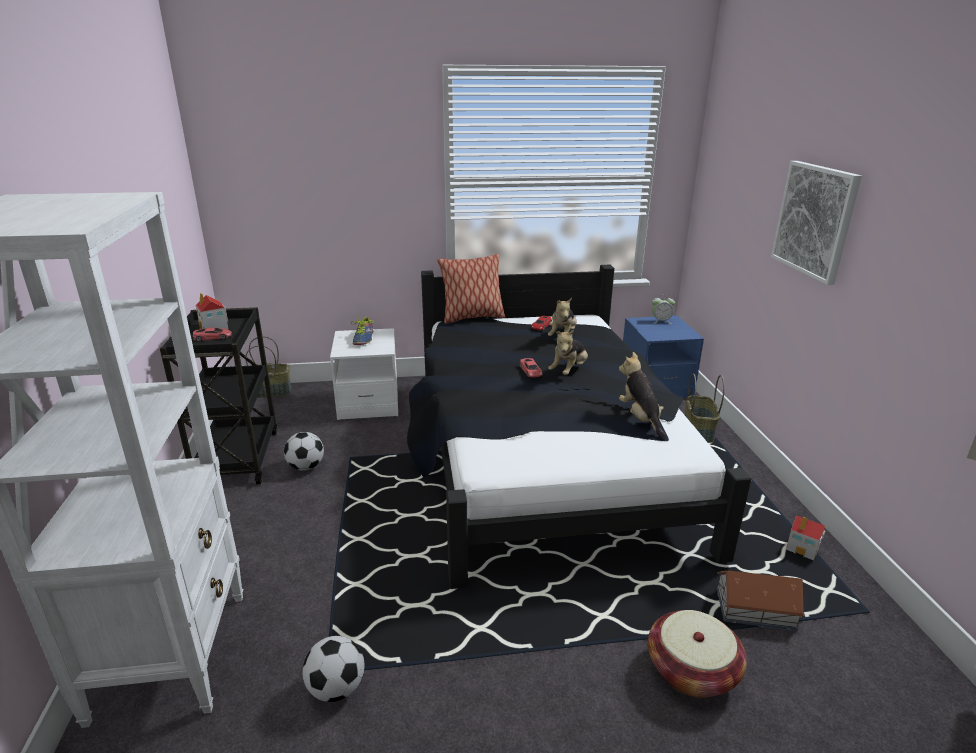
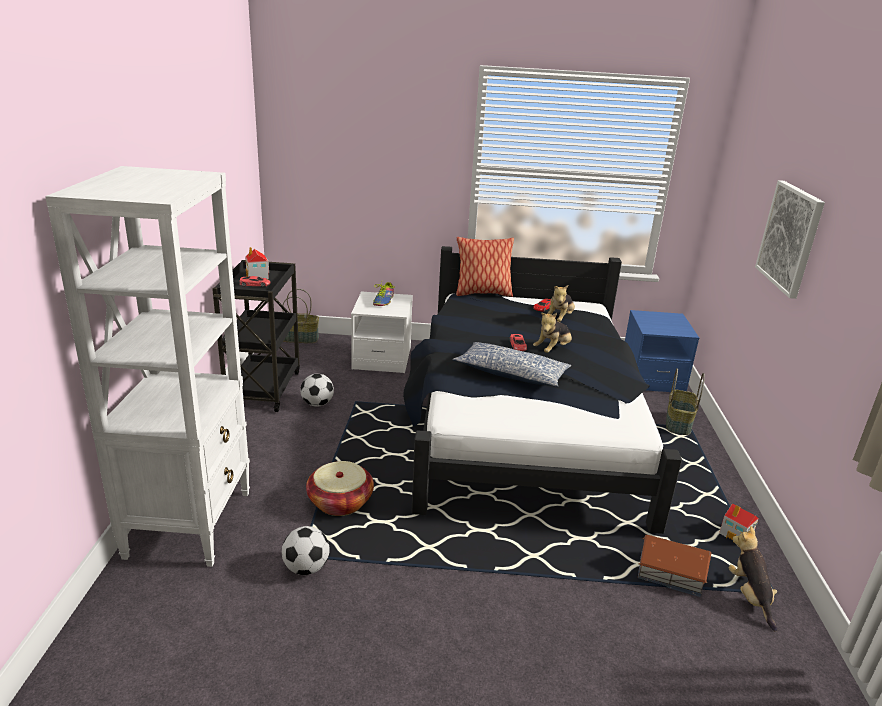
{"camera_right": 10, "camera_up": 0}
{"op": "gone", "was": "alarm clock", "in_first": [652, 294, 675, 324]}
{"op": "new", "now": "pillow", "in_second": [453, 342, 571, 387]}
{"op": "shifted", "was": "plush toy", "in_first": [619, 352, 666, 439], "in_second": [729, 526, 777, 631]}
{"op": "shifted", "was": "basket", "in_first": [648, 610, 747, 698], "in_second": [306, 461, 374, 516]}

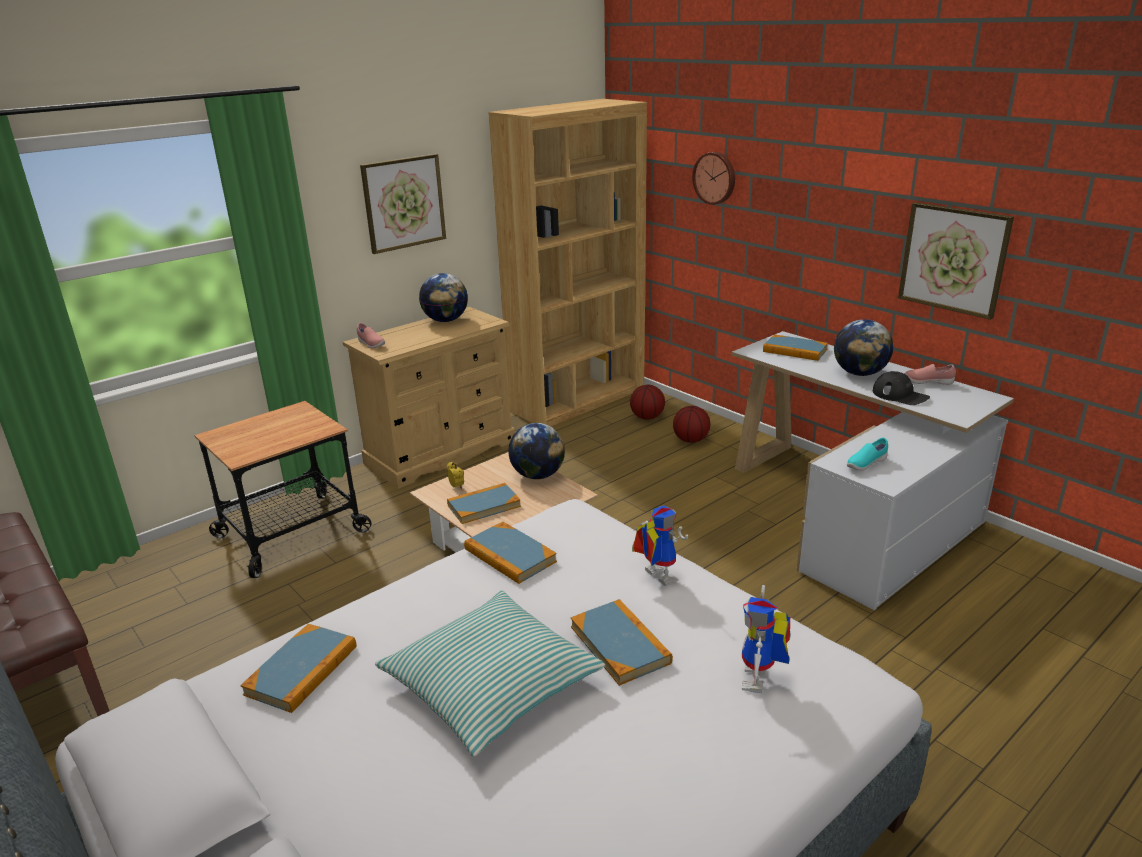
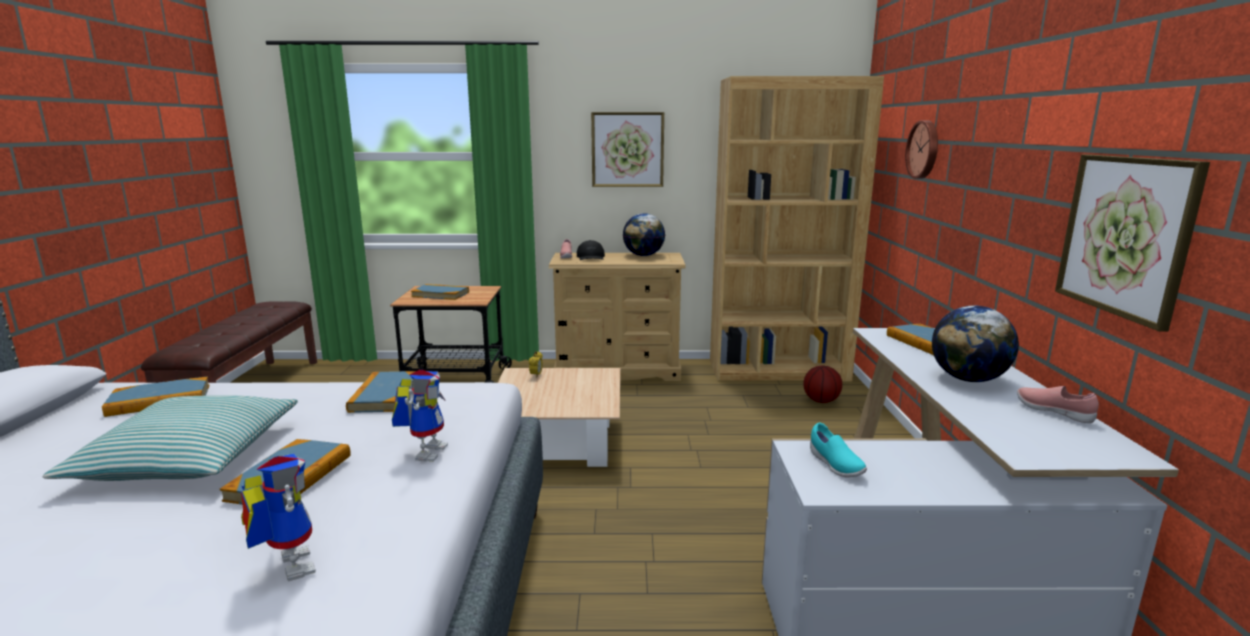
{"camera_right": 40, "camera_up": -10}
{"op": "gone", "was": "globe", "in_first": [508, 423, 565, 479]}
{"op": "gone", "was": "basketball", "in_first": [673, 406, 710, 443]}
{"op": "shifted", "was": "book", "in_first": [447, 483, 521, 524], "in_second": [411, 284, 469, 300]}
{"op": "shifted", "was": "black cap", "in_first": [873, 371, 930, 405], "in_second": [577, 240, 605, 260]}
{"op": "rotated", "was": "toy robot", "in_first": [742, 585, 791, 693], "in_second": [241, 453, 316, 581], "clockwise": 90}
{"op": "rotated", "was": "turquoise shoe", "in_first": [847, 438, 888, 471], "in_second": [810, 423, 867, 477], "clockwise": -120}

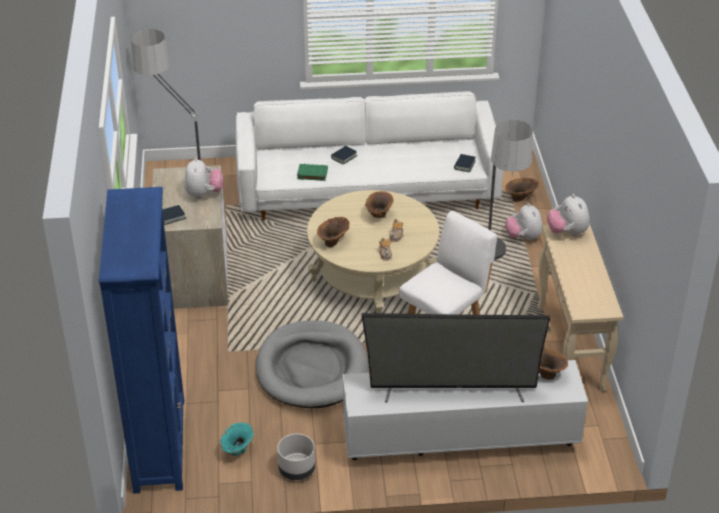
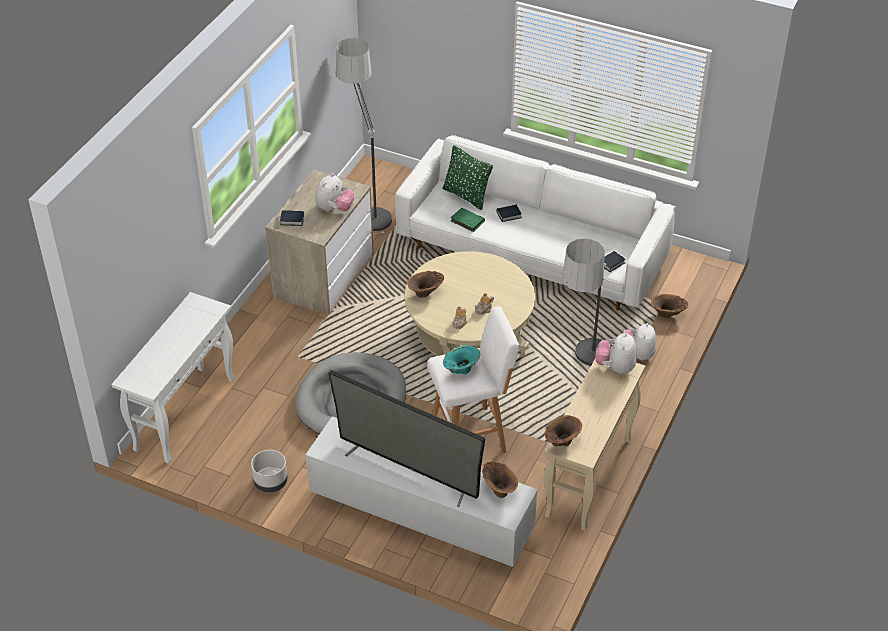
{"camera_right": 30, "camera_up": 5}
{"op": "new", "now": "green pillow", "in_second": [442, 145, 493, 210]}
{"op": "shifted", "was": "turquoise vase", "in_first": [220, 423, 254, 456], "in_second": [443, 345, 480, 375]}
{"op": "shifted", "was": "brown vase", "in_first": [365, 191, 394, 218], "in_second": [545, 415, 582, 446]}
{"op": "swapped", "was": "blue bookcase", "now": "white console table", "in_first": [99, 187, 184, 494], "in_second": [111, 292, 235, 464]}

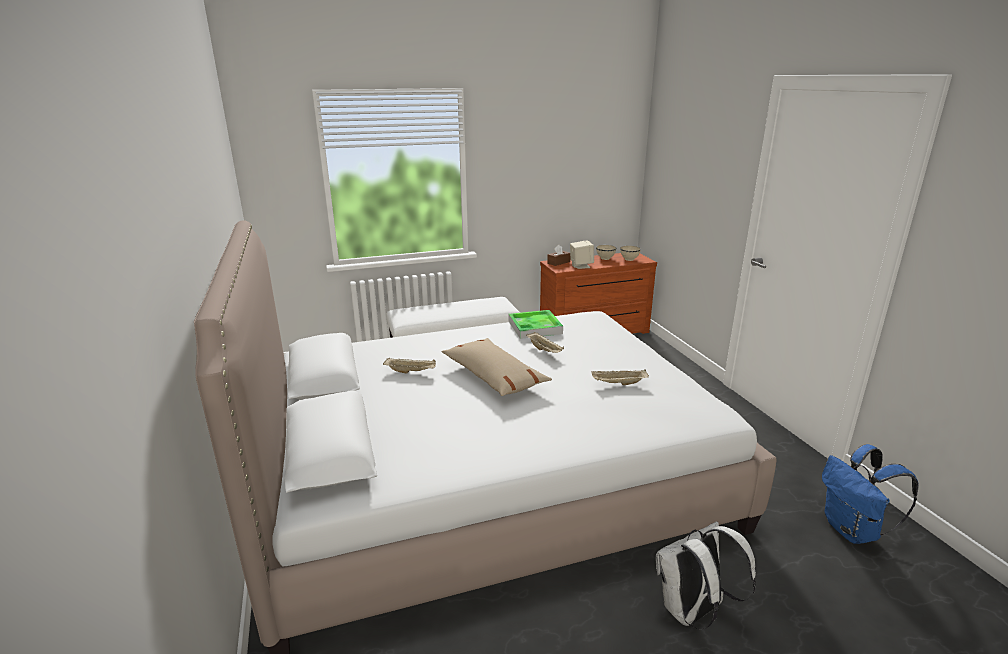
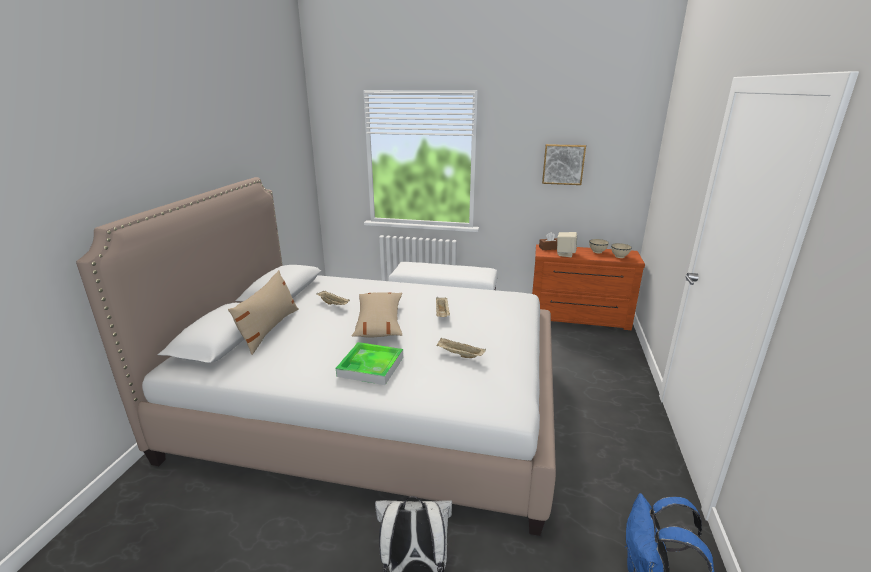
{"camera_right": 30, "camera_up": 0}
{"op": "new", "now": "beige pillow", "in_second": [228, 270, 299, 355]}
{"op": "new", "now": "picture", "in_second": [542, 144, 586, 185]}
{"op": "shifted", "was": "tray", "in_first": [509, 310, 563, 339], "in_second": [336, 342, 403, 385]}

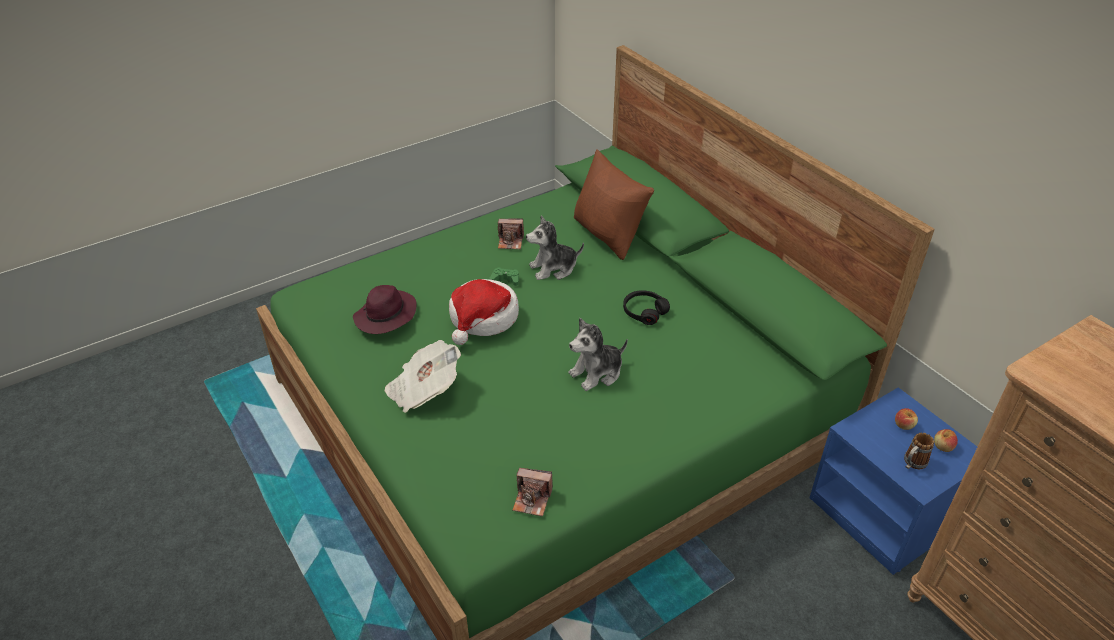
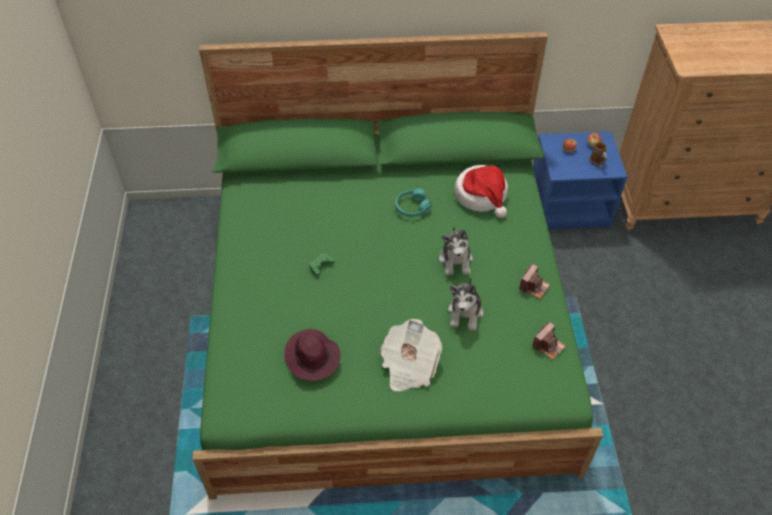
{"camera_right": -60, "camera_up": 10}
{"op": "gone", "was": "brown pillow", "in_first": [574, 150, 654, 260]}
{"op": "shifted", "was": "hat", "in_first": [449, 279, 519, 345], "in_second": [455, 165, 508, 218]}
{"op": "shifted", "was": "photo camera", "in_first": [498, 218, 524, 249], "in_second": [519, 263, 550, 299]}
{"op": "shifted", "was": "plush toy", "in_first": [526, 215, 584, 280], "in_second": [448, 277, 483, 331]}
{"op": "repainted", "was": "black headphones", "now": "turquoise headphones", "in_first": [623, 290, 670, 325], "in_second": [395, 189, 432, 217]}

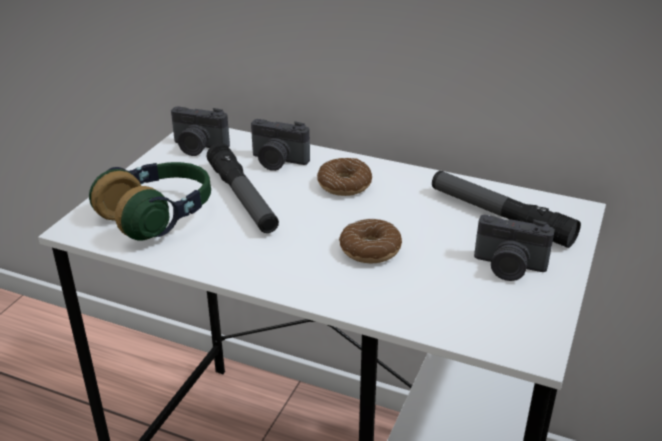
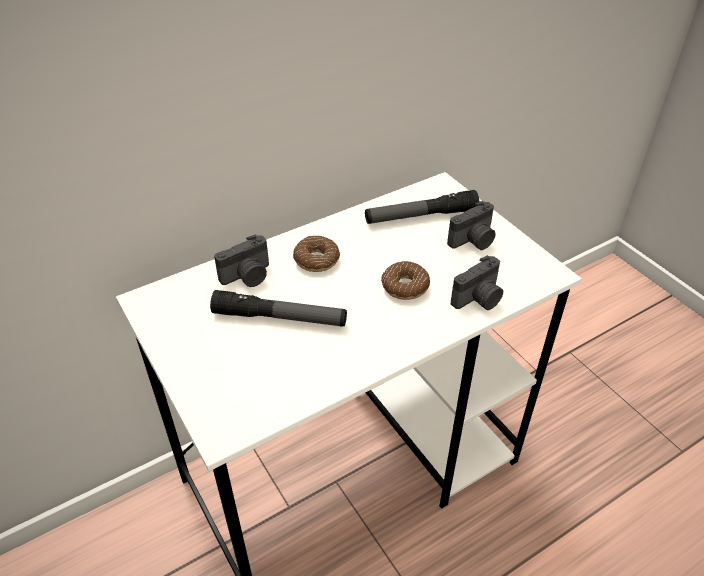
{"camera_right": -55, "camera_up": 10}
{"op": "gone", "was": "headphones", "in_first": [89, 162, 211, 241]}
{"op": "shifted", "was": "photo camera", "in_first": [171, 107, 230, 156], "in_second": [451, 255, 503, 310]}

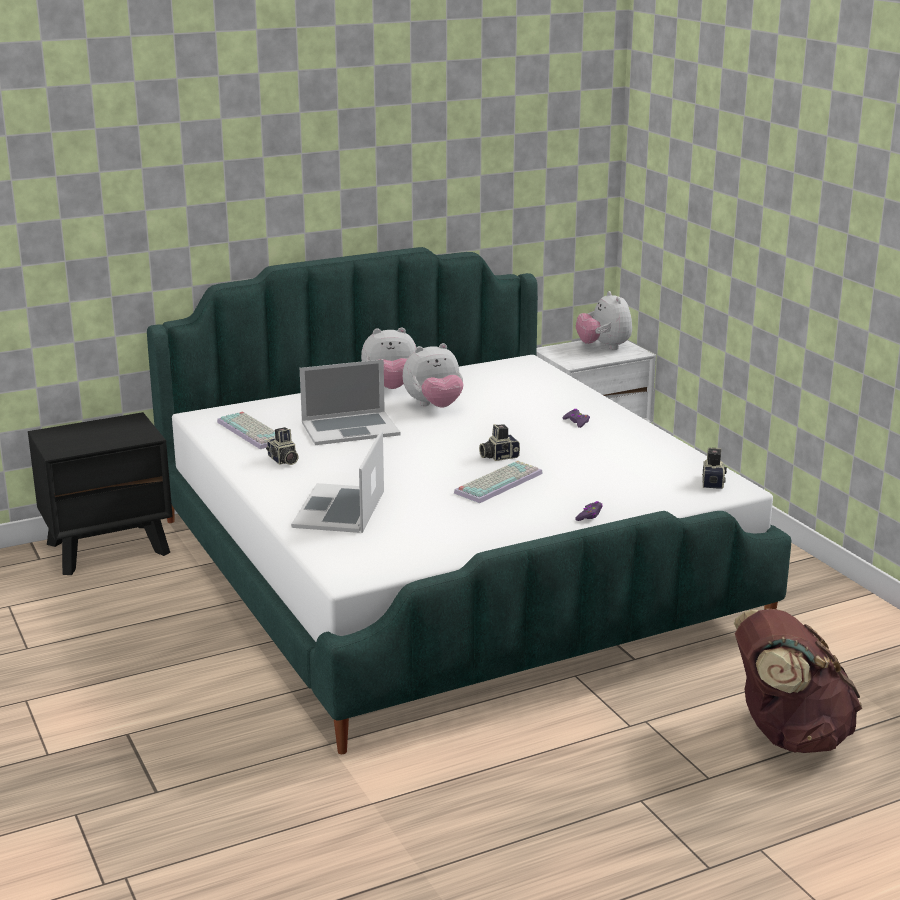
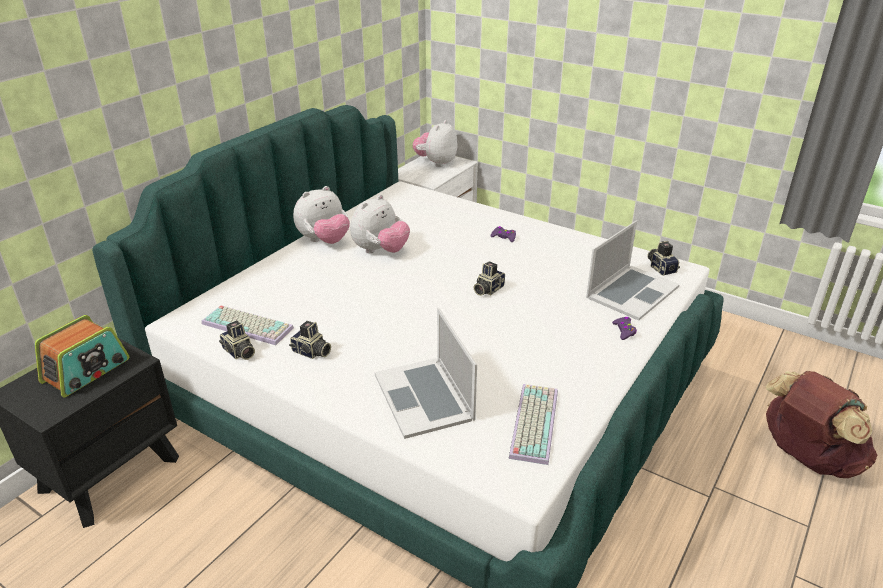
{"camera_right": -30, "camera_up": 10}
{"op": "new", "now": "radio", "in_second": [35, 315, 129, 398]}
{"op": "new", "now": "photo camera", "in_second": [219, 320, 255, 360]}
{"op": "shifted", "was": "laptop", "in_first": [300, 359, 400, 445], "in_second": [586, 220, 680, 321]}
{"op": "shifted", "was": "keyboard", "in_first": [454, 460, 543, 503], "in_second": [508, 384, 558, 465]}
{"op": "rotated", "was": "plush toy", "in_first": [576, 291, 632, 350], "in_second": [413, 120, 458, 167], "clockwise": 75}

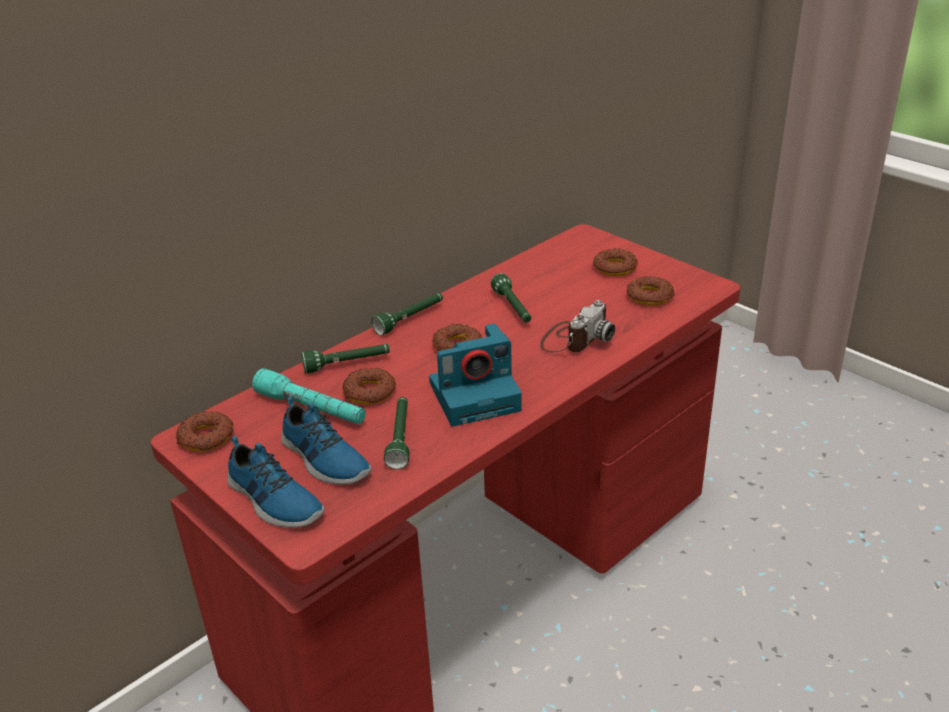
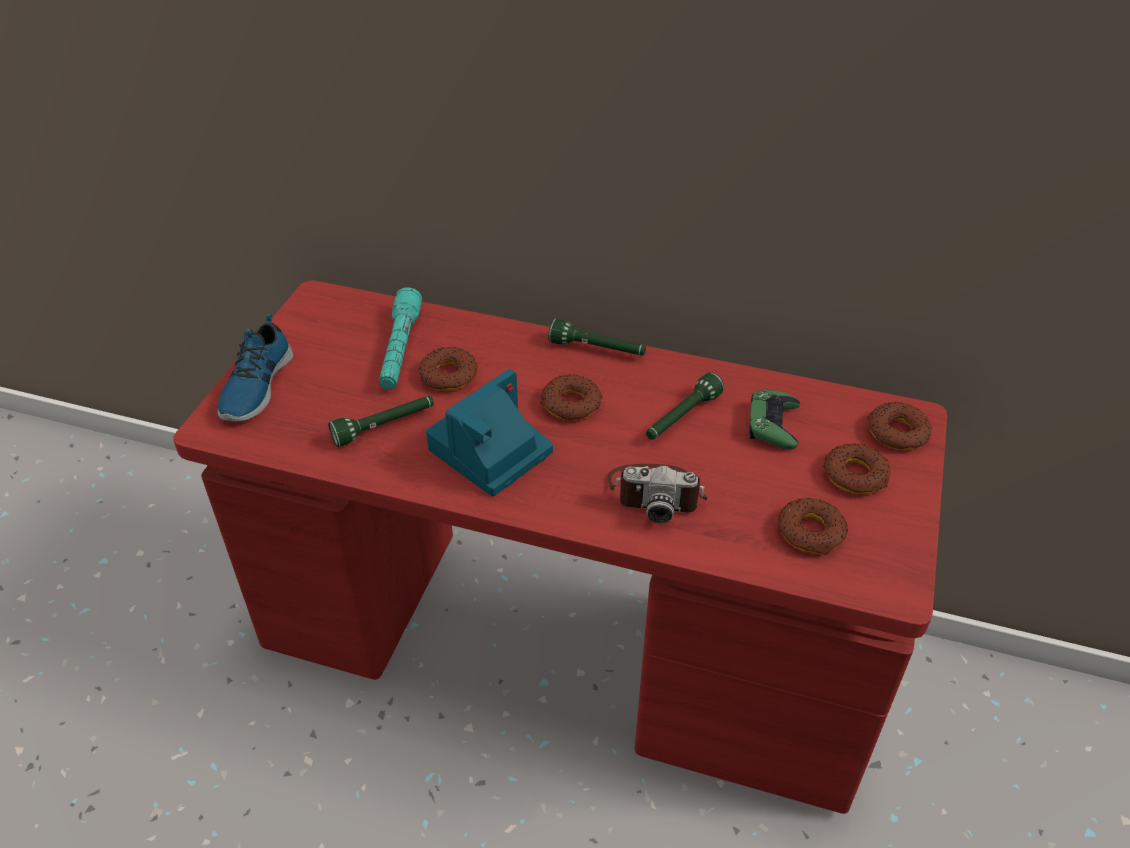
{"camera_right": 60, "camera_up": 10}
{"op": "gone", "was": "shoe", "in_first": [281, 396, 372, 485]}
{"op": "gone", "was": "green flashlight", "in_first": [301, 344, 390, 373]}
{"op": "new", "now": "green game controller", "in_second": [749, 389, 800, 450]}
{"op": "shifted", "was": "donut", "in_first": [176, 412, 233, 452], "in_second": [867, 402, 932, 450]}
{"op": "rotated", "was": "photo camera", "in_first": [429, 324, 522, 426], "in_second": [426, 369, 553, 496], "clockwise": 90}

